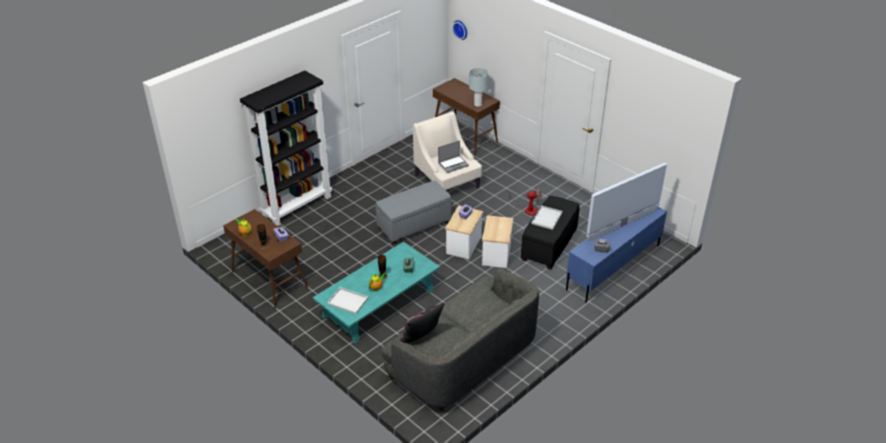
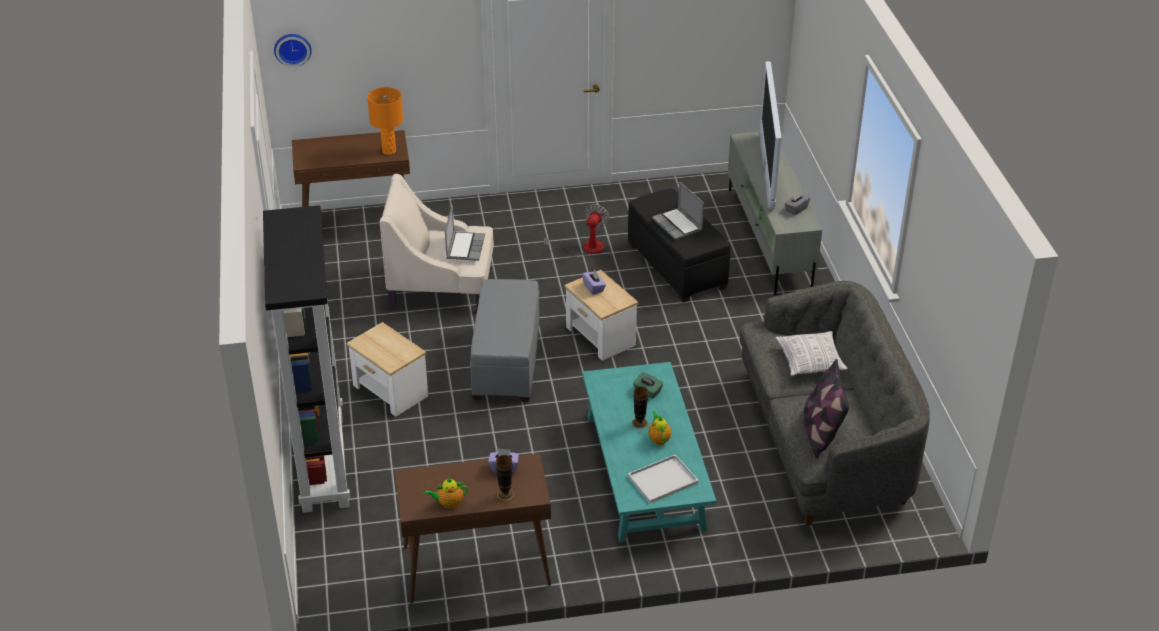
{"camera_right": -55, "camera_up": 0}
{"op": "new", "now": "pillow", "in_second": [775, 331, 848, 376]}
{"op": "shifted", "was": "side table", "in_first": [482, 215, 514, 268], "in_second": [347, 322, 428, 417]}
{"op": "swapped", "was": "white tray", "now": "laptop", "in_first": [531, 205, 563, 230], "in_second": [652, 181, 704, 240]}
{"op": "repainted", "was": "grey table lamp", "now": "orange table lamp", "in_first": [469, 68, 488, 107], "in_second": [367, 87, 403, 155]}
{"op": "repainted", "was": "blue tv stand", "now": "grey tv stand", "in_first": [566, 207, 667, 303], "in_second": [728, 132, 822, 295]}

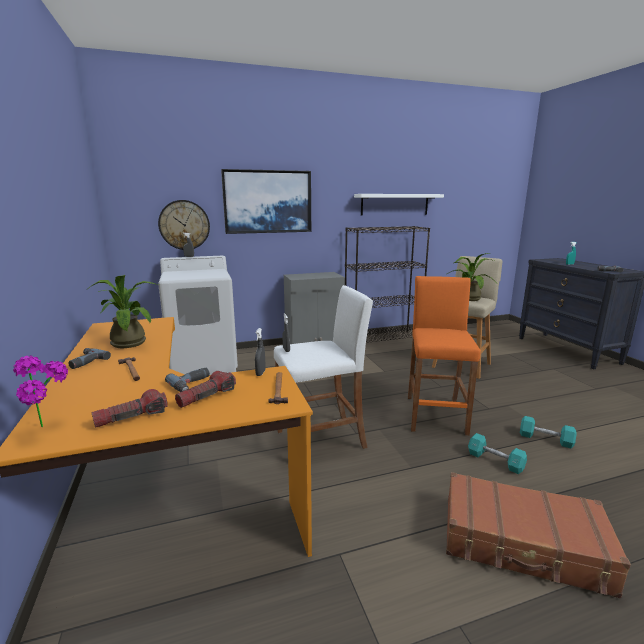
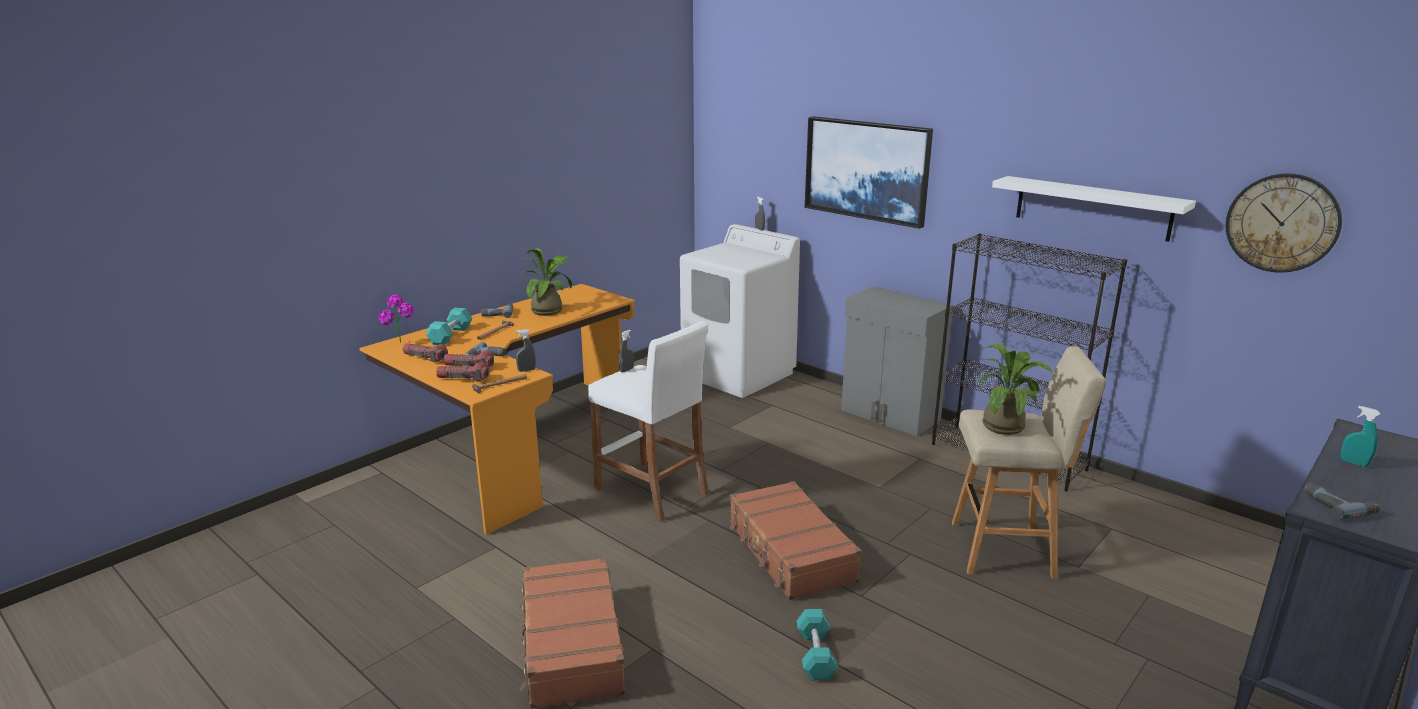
{"camera_right": 60, "camera_up": 5}
{"op": "new", "now": "flashlight", "in_second": [436, 362, 489, 382]}
{"op": "shifted", "was": "wall clock", "in_first": [158, 200, 210, 250], "in_second": [1226, 174, 1342, 273]}
{"op": "shifted", "was": "turquoise dumbbell", "in_first": [468, 433, 527, 474], "in_second": [426, 308, 473, 345]}
{"op": "swapped", "was": "orange stool", "now": "brown suitcase", "in_first": [408, 276, 481, 436], "in_second": [730, 481, 862, 600]}

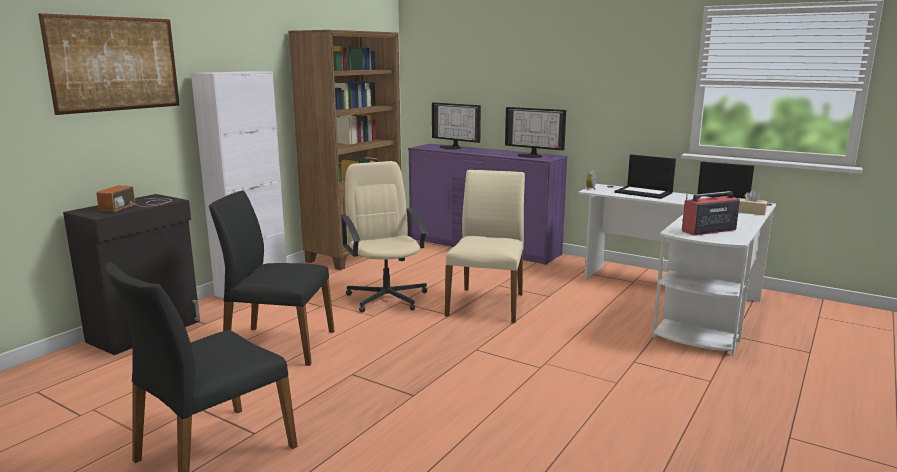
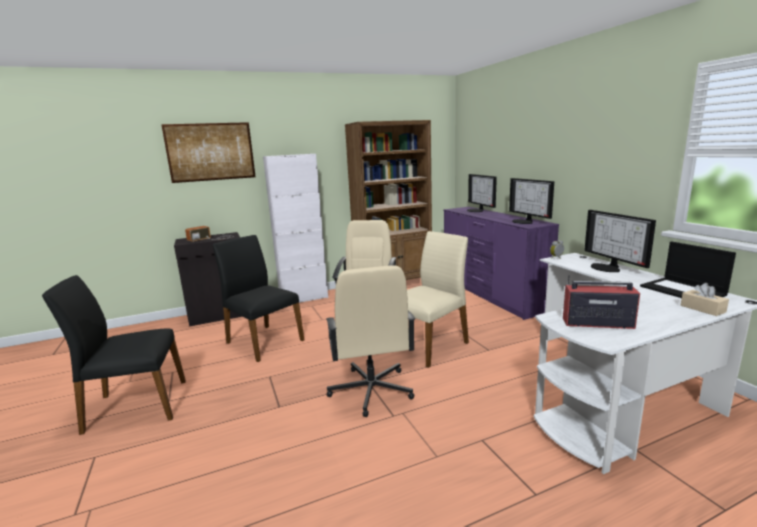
{"camera_right": 35, "camera_up": 0}
{"op": "new", "now": "beige office chair", "in_second": [326, 265, 415, 417]}
{"op": "swapped", "was": "laptop", "now": "monitor", "in_first": [614, 154, 676, 199], "in_second": [584, 210, 656, 272]}

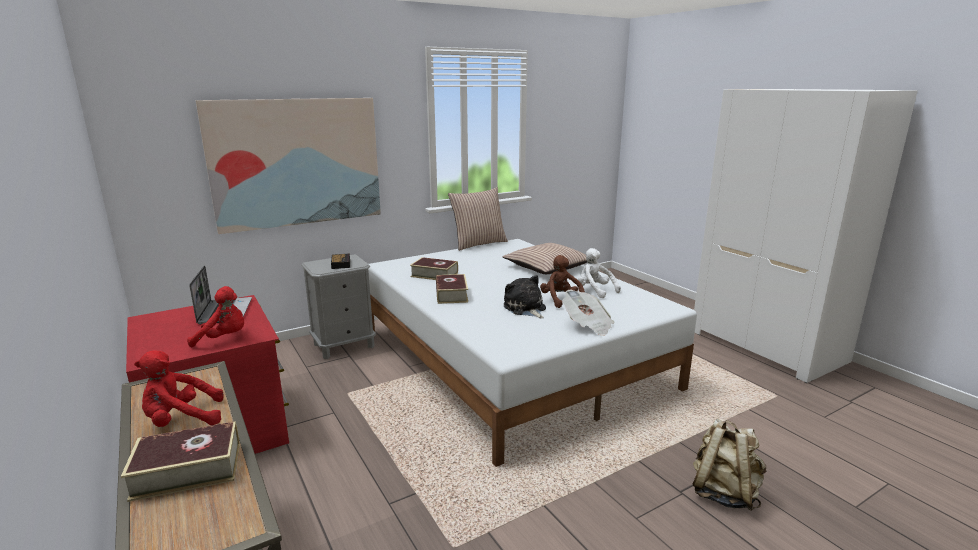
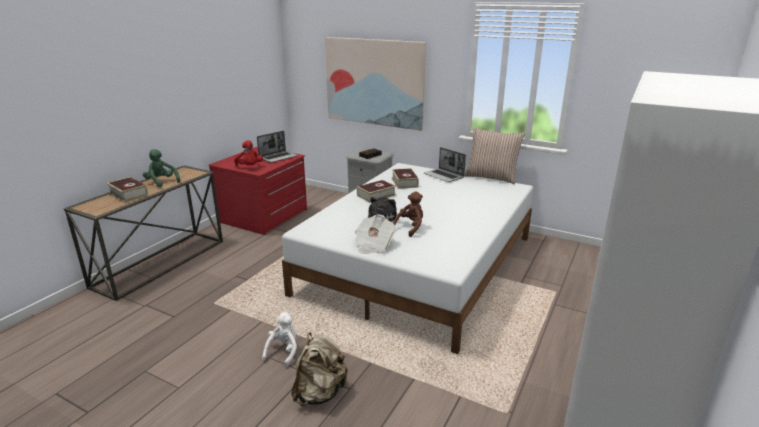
{"camera_right": 60, "camera_up": 5}
{"op": "gone", "was": "pillow", "in_first": [503, 243, 587, 274]}
{"op": "new", "now": "laptop", "in_second": [424, 147, 466, 182]}
{"op": "shifted", "was": "white plush toy", "in_first": [578, 248, 621, 298], "in_second": [262, 312, 297, 367]}
{"op": "repainted", "was": "red plush toy", "now": "green plush toy", "in_first": [134, 351, 224, 427], "in_second": [143, 149, 180, 188]}

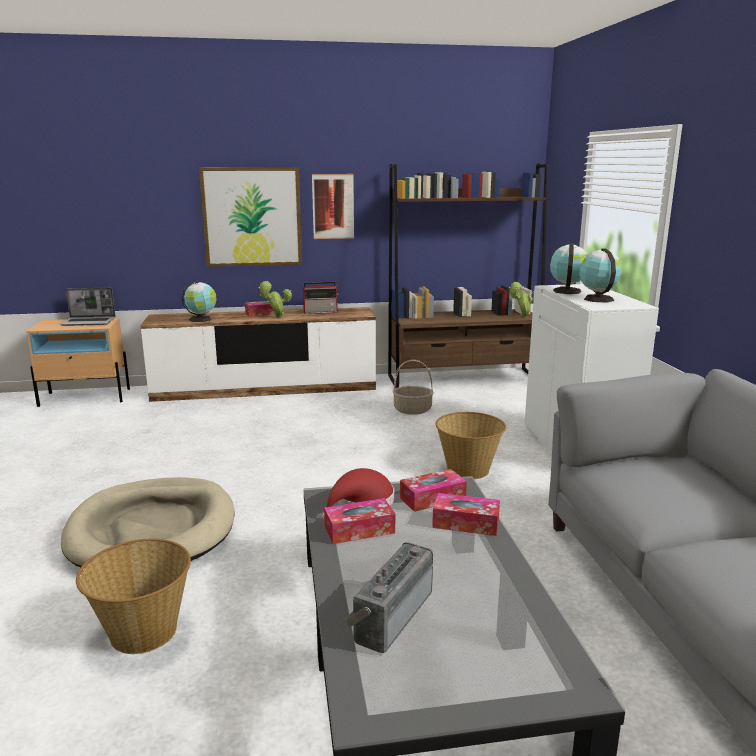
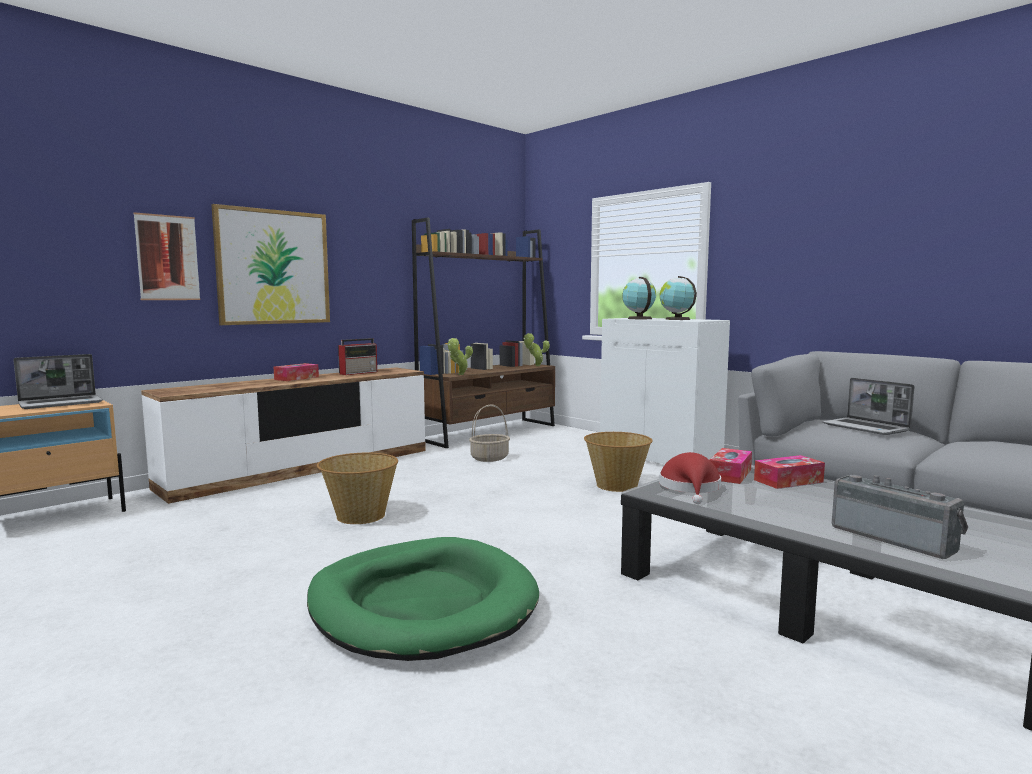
{"camera_right": -35, "camera_up": -10}
{"op": "gone", "was": "globe", "in_first": [182, 281, 217, 322]}
{"op": "gone", "was": "tissue box", "in_first": [324, 498, 395, 544]}
{"op": "new", "now": "laptop", "in_second": [823, 378, 915, 435]}
{"op": "shifted", "was": "basket", "in_first": [76, 539, 191, 654], "in_second": [317, 453, 398, 524]}
{"op": "shifted", "was": "potted plant", "in_first": [259, 281, 292, 318], "in_second": [448, 338, 473, 375]}
{"op": "shifted", "was": "picture", "in_first": [312, 174, 354, 239], "in_second": [134, 212, 200, 300]}
{"op": "repainted", "was": "beige dog bed", "now": "green dog bed", "in_first": [61, 477, 235, 568], "in_second": [307, 537, 539, 661]}
{"op": "rotated", "was": "radio", "in_first": [344, 542, 433, 653], "in_second": [832, 475, 968, 559], "clockwise": 150}

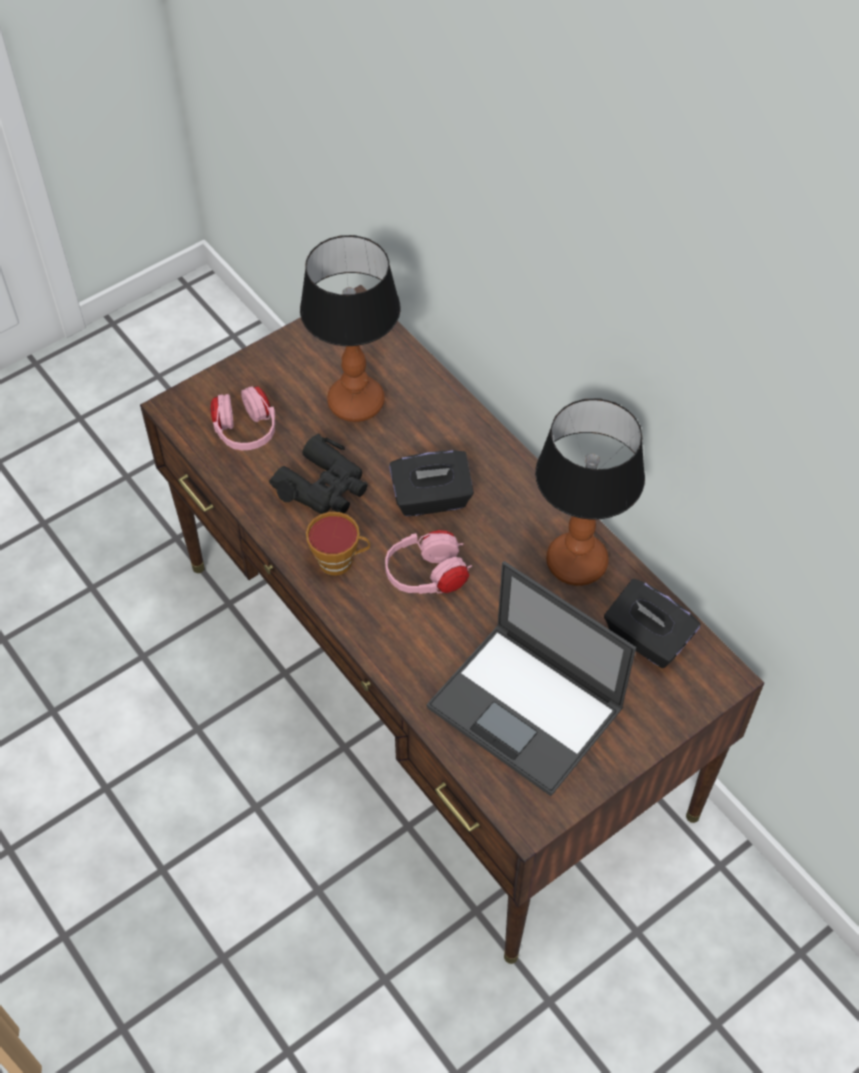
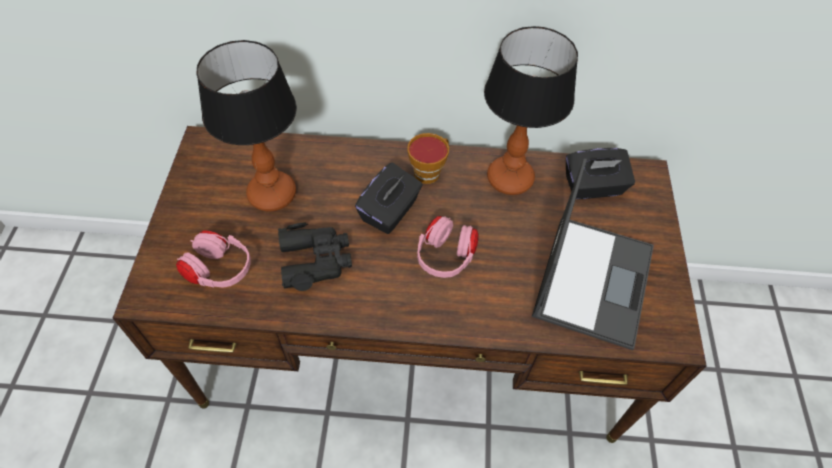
{"camera_right": -50, "camera_up": 0}
{"op": "shifted", "was": "cup", "in_first": [306, 512, 370, 575], "in_second": [407, 133, 449, 184]}
{"op": "rotated", "was": "laptop", "in_first": [426, 561, 636, 796], "in_second": [532, 159, 654, 350], "clockwise": -60}

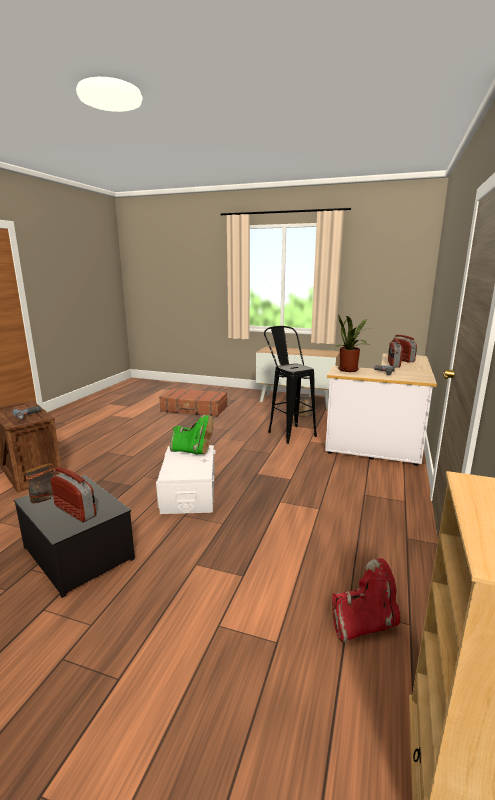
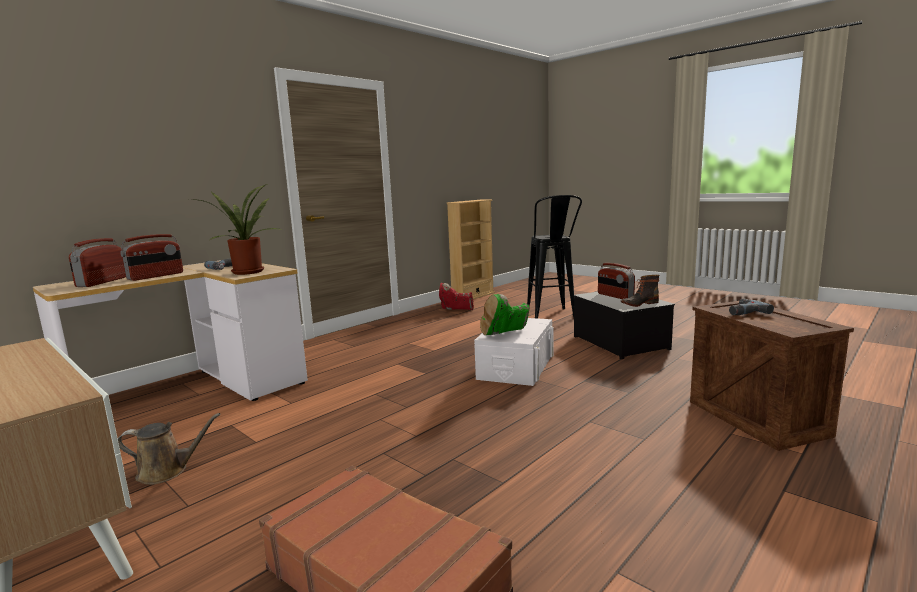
{"camera_right": -155, "camera_up": -5}
{"op": "shifted", "was": "black stool", "in_first": [264, 326, 317, 444], "in_second": [527, 195, 582, 319]}
{"op": "rotated", "was": "green boot", "in_first": [170, 415, 213, 454], "in_second": [480, 294, 530, 335], "clockwise": -75}

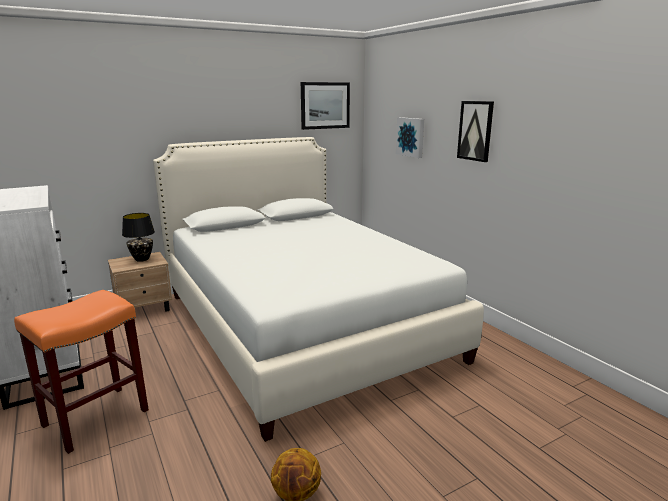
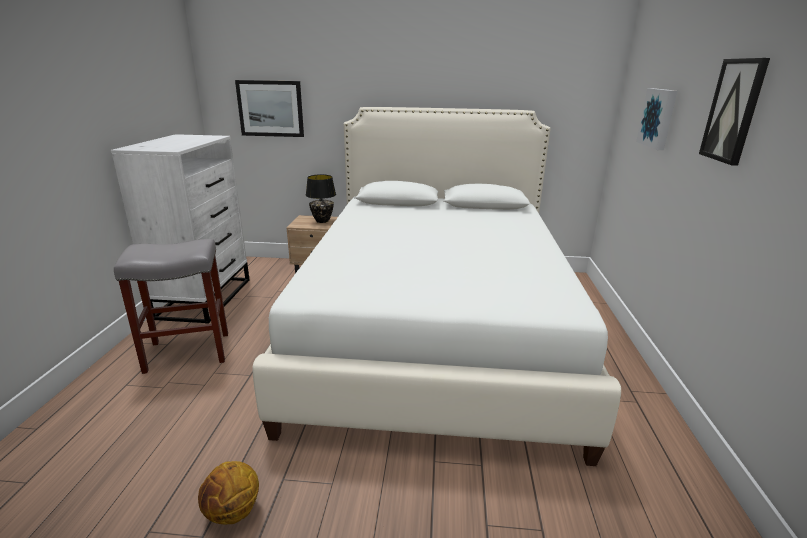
{"camera_right": 35, "camera_up": 5}
{"op": "shifted", "was": "picture", "in_first": [301, 82, 350, 130], "in_second": [235, 80, 304, 137]}
{"op": "repainted", "was": "orange stool", "now": "grey stool", "in_first": [14, 290, 149, 454], "in_second": [114, 239, 228, 374]}

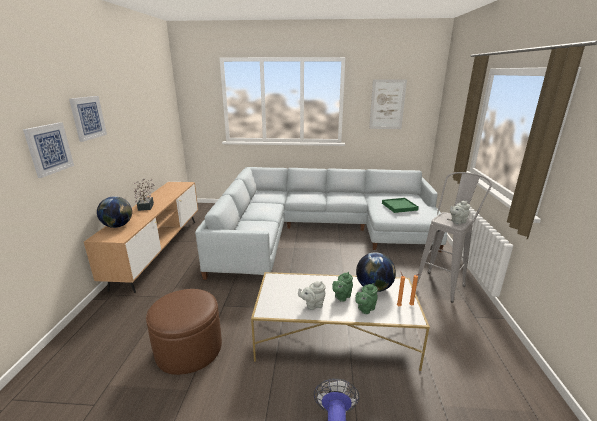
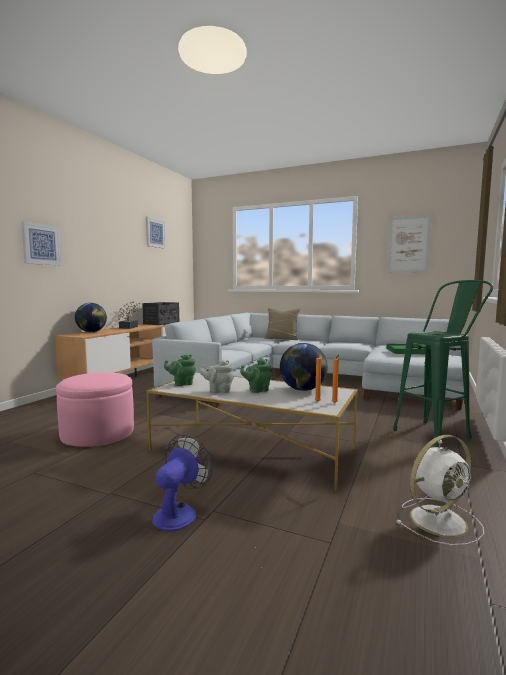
{"camera_right": 20, "camera_up": -15}
{"op": "gone", "was": "grey teapot", "in_first": [450, 201, 470, 224]}
{"op": "new", "now": "radio", "in_second": [142, 302, 179, 325]}
{"op": "new", "now": "beige pillow", "in_second": [264, 308, 300, 340]}
{"op": "new", "now": "white fan", "in_second": [397, 435, 484, 546]}
{"op": "shifted", "was": "picture", "in_first": [69, 96, 107, 142], "in_second": [146, 217, 166, 249]}
{"op": "shifted", "was": "green teapot", "in_first": [355, 283, 378, 314], "in_second": [164, 355, 196, 386]}
{"op": "repainted", "was": "brown ottoman", "now": "pink ottoman", "in_first": [146, 289, 222, 375], "in_second": [56, 373, 134, 447]}
{"op": "repainted", "was": "grey stool", "now": "green stool", "in_first": [417, 172, 492, 303], "in_second": [393, 280, 493, 447]}

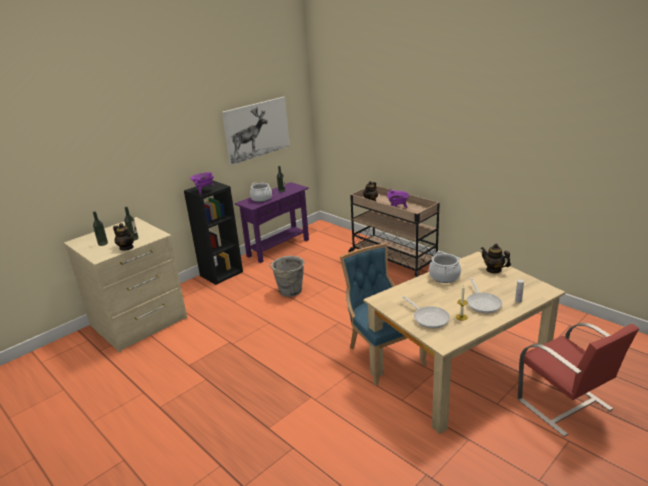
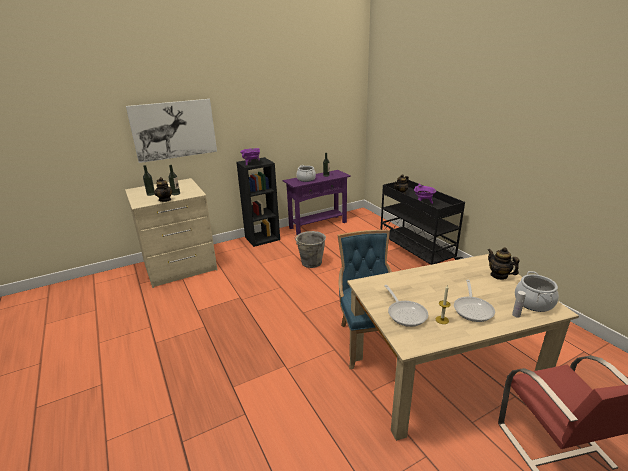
{"camera_right": 15, "camera_up": 0}
{"op": "shifted", "was": "picture", "in_first": [222, 97, 290, 165], "in_second": [126, 99, 217, 163]}
{"op": "shifted", "was": "cooking pot", "in_first": [429, 251, 461, 283], "in_second": [515, 271, 559, 312]}
{"op": "repainted", "was": "beige cart", "now": "black cart", "in_first": [348, 186, 440, 277], "in_second": [380, 180, 465, 265]}

